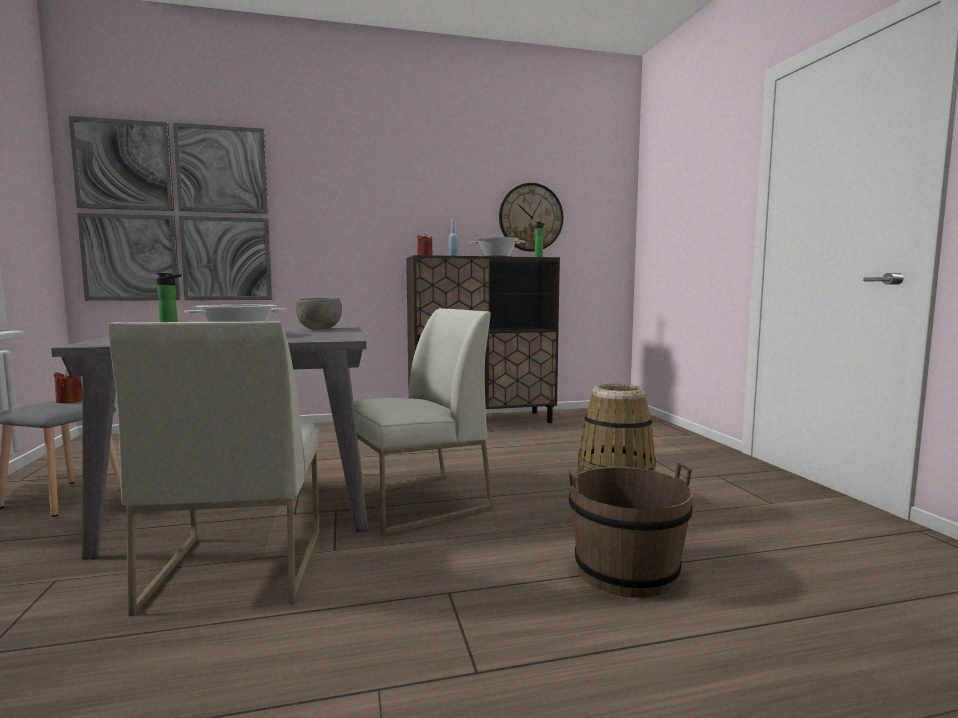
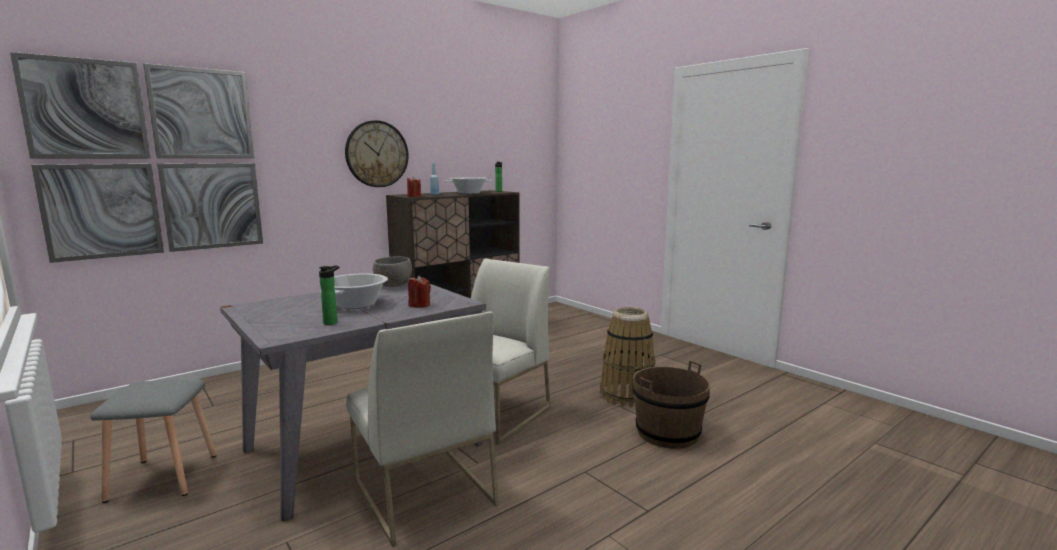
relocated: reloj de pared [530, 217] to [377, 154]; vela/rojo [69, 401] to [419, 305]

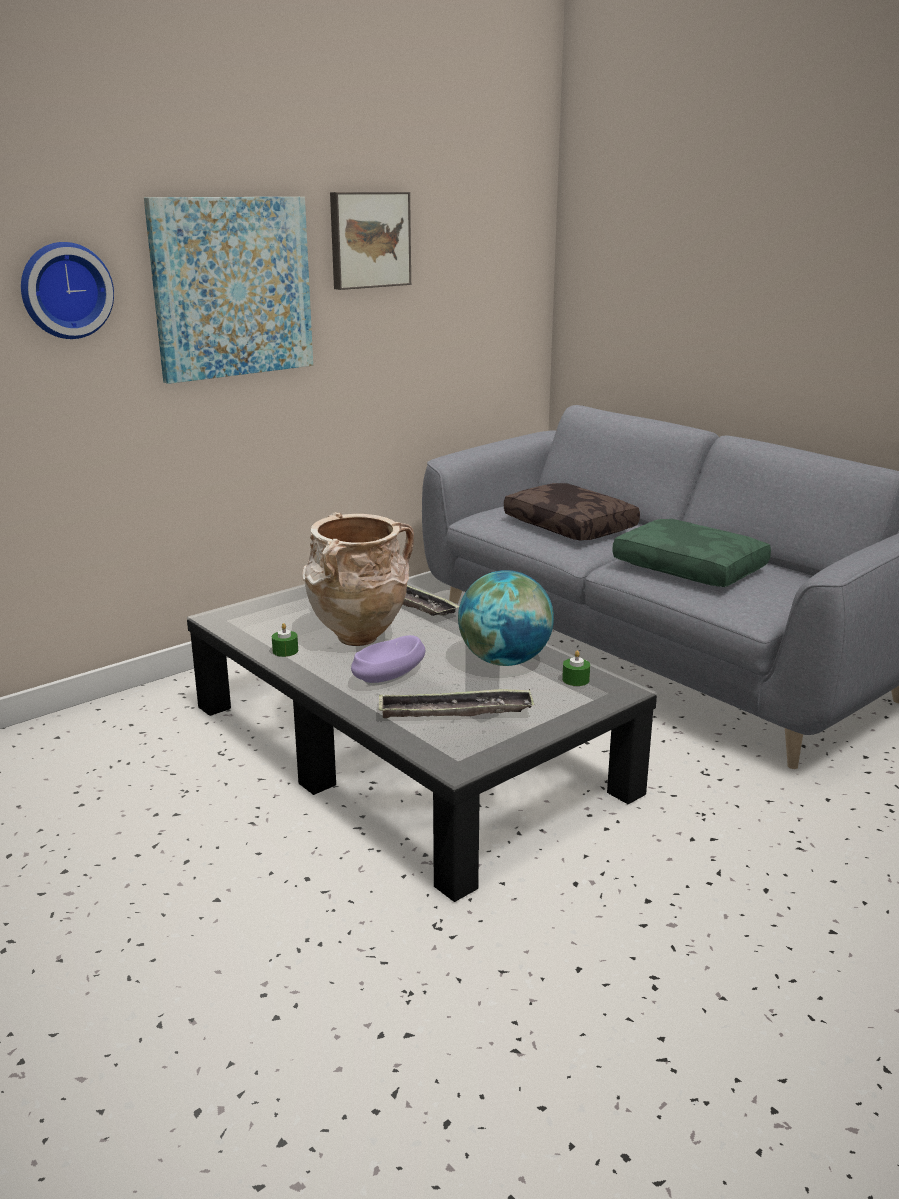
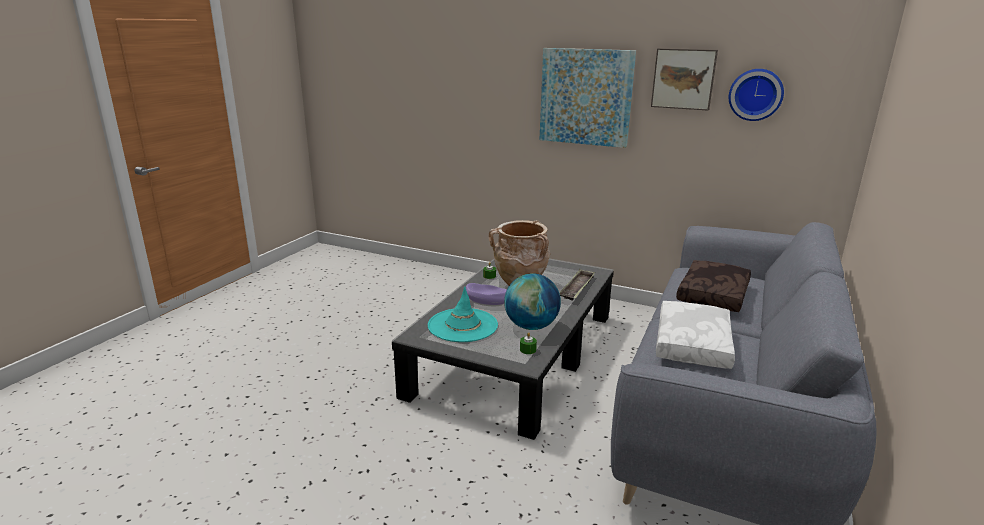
relocated: reloj de pared [65, 290] to [755, 94]
exchanged: bandeja [455, 711] to sombrero/turquesa [462, 325]
colour: cojín/verde [691, 568] to cojín/blanco [694, 345]

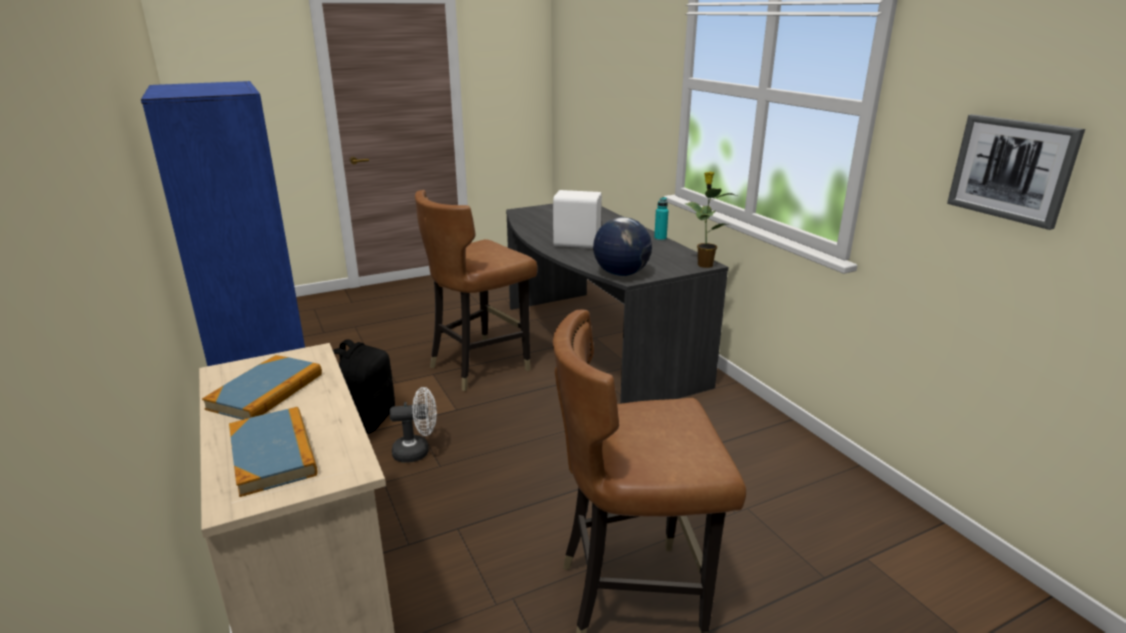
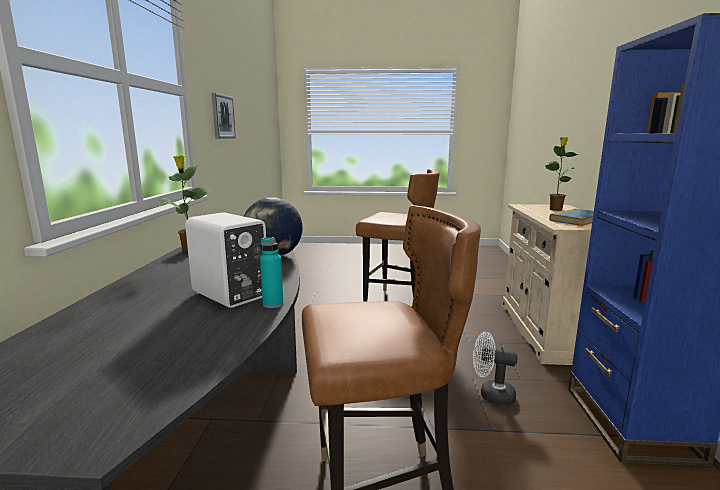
missing: mochila/negro [366, 420]
relocated: botella/turquesa [660, 239] to [273, 304]
exchanged: libro [273, 454] to planta en maceta [555, 209]

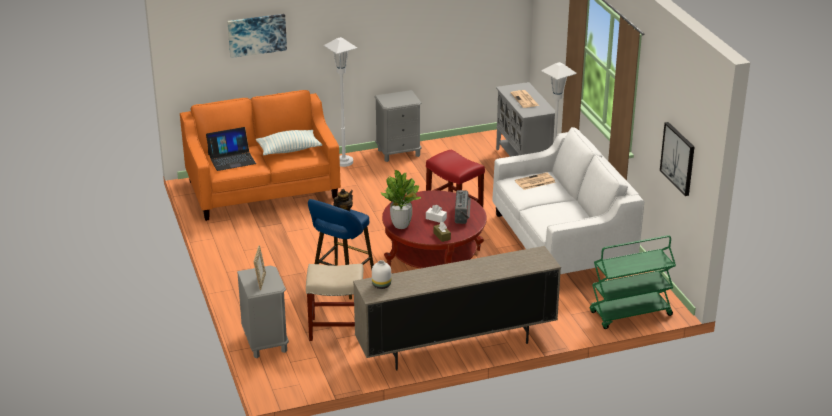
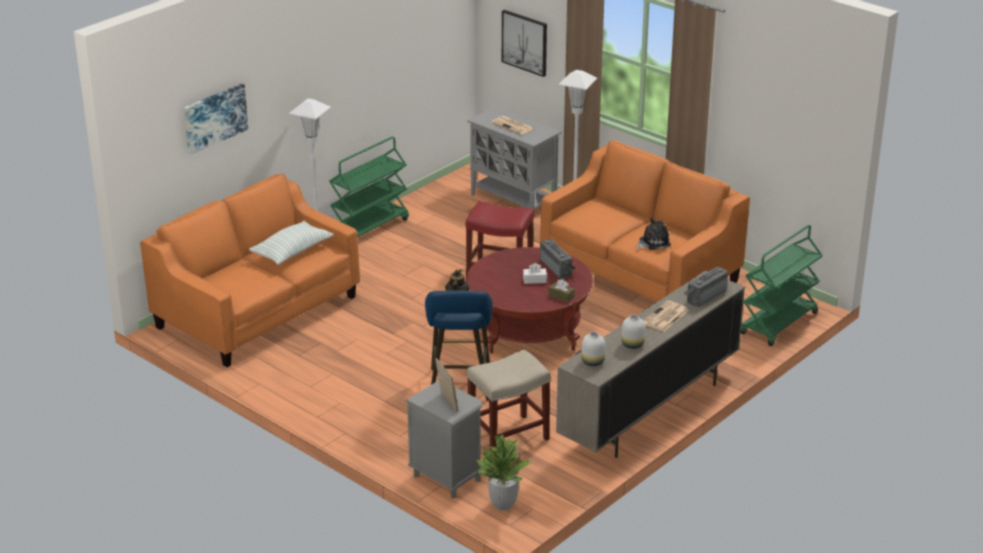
missing: portátil [231, 159]
appeared: florero/blanco [633, 344]; peluche [652, 242]; radio [704, 295]
relocated: planta en maceta [401, 225] to [503, 504]; cuadro [678, 158] to [525, 42]; periódico [534, 182] to [665, 317]
exchanged: mesita de noche/gris [399, 153] to carrito/verde [370, 227]
colour: sofá/blanco [562, 242] to sofá/naranja [640, 273]

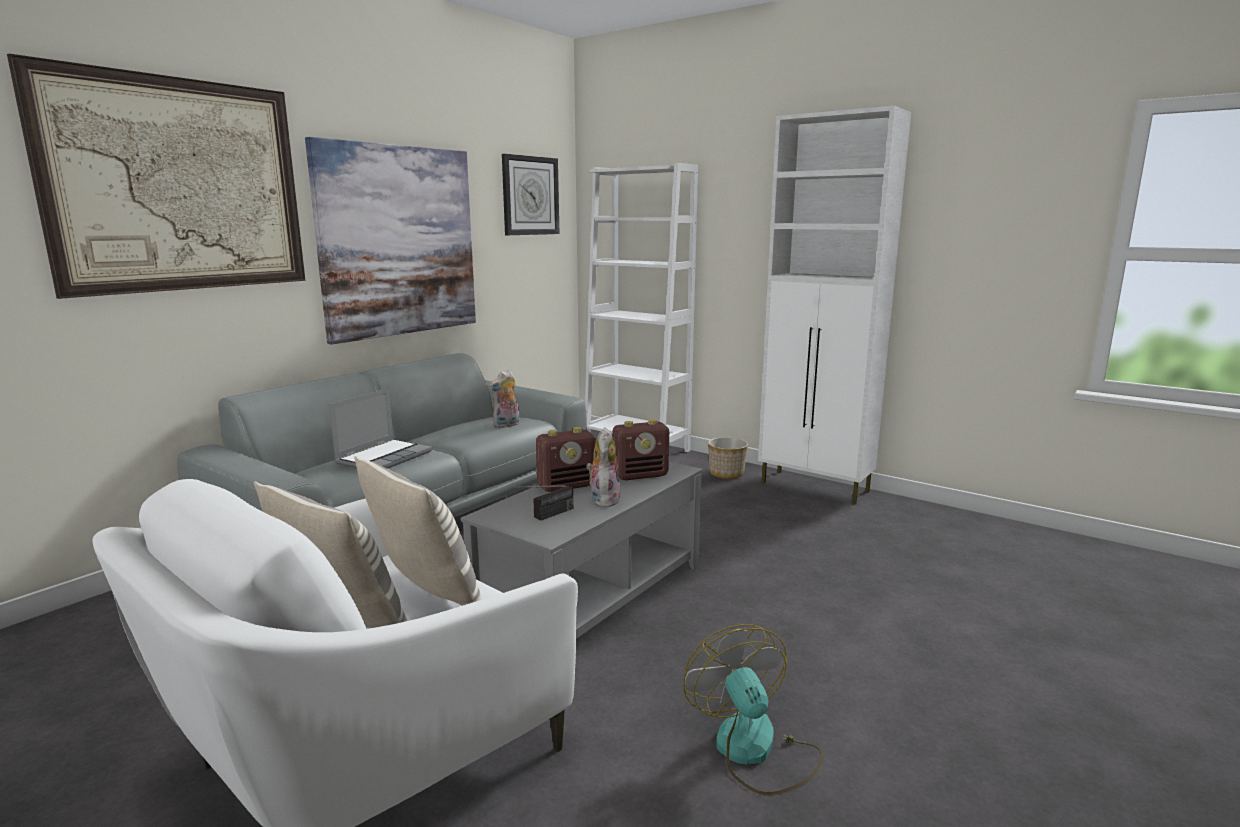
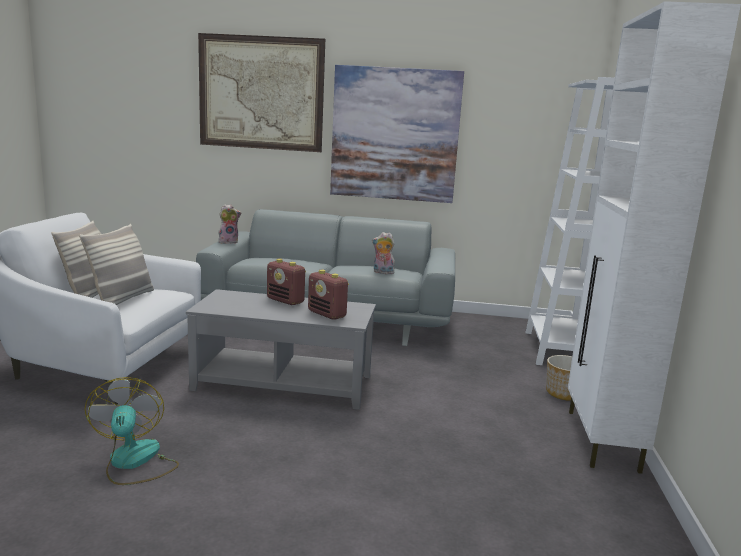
missing: portátil [384, 457]; reloj de pared [530, 196]; radio [545, 516]
relocated: peluche [603, 499] to [228, 242]
spun: ventilador [754, 751] = [134, 462] 60 degrees counterclockwise

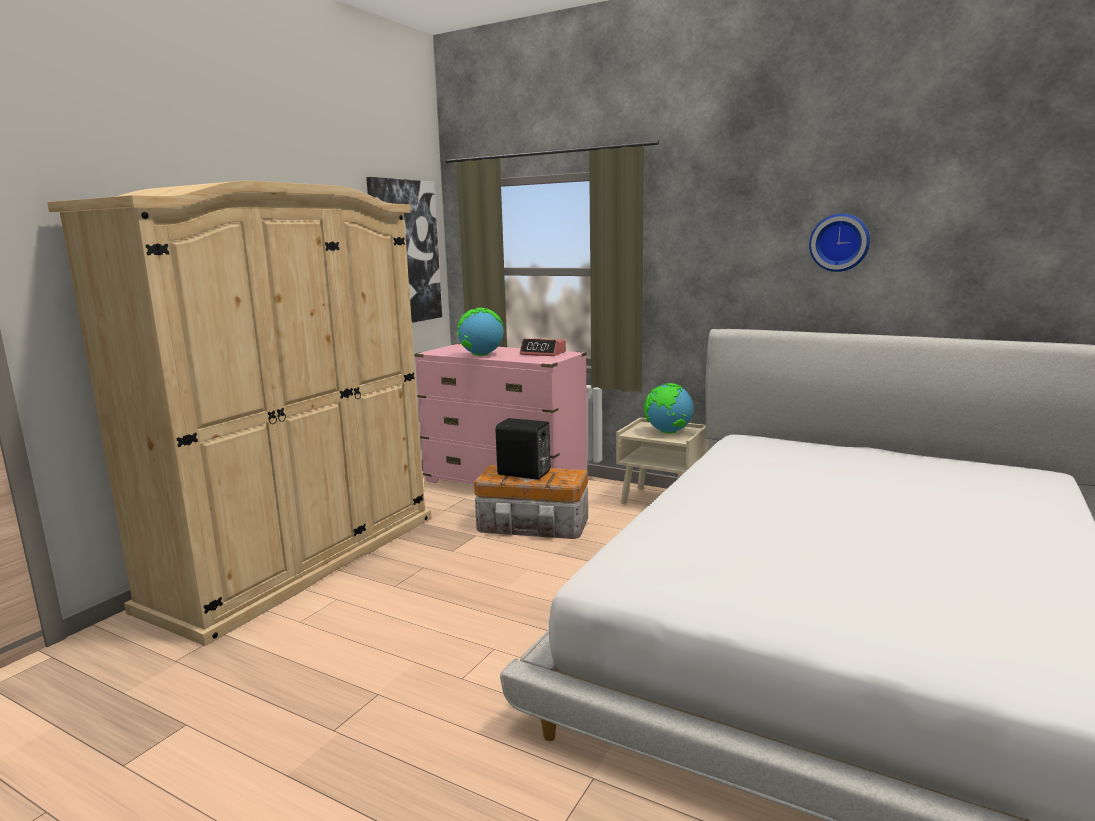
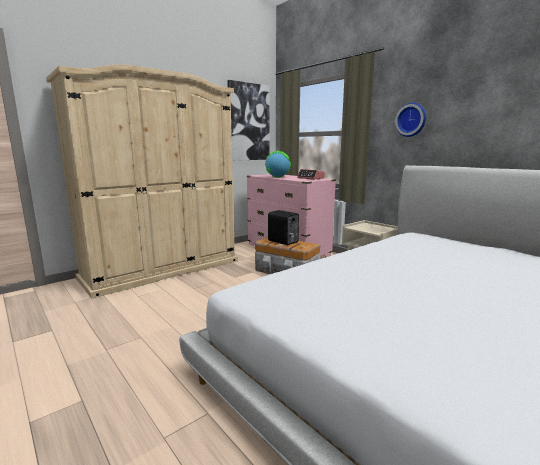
missing: globo terráqueo [668, 432]
relocated: reloj de pared [839, 242] to [411, 120]

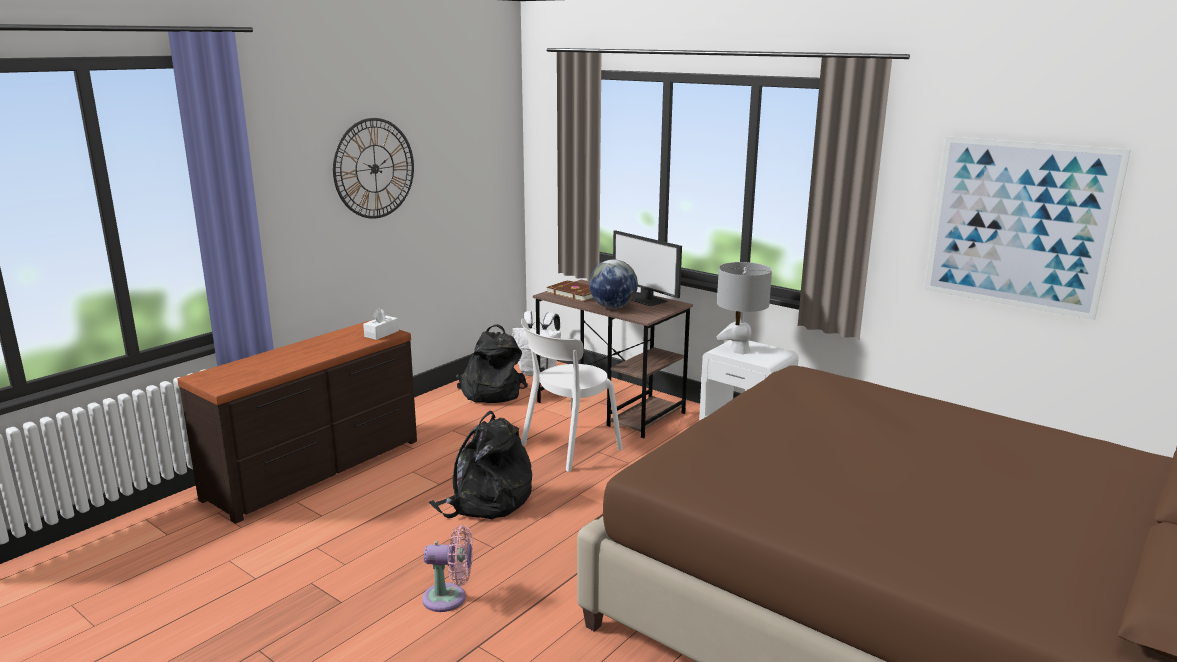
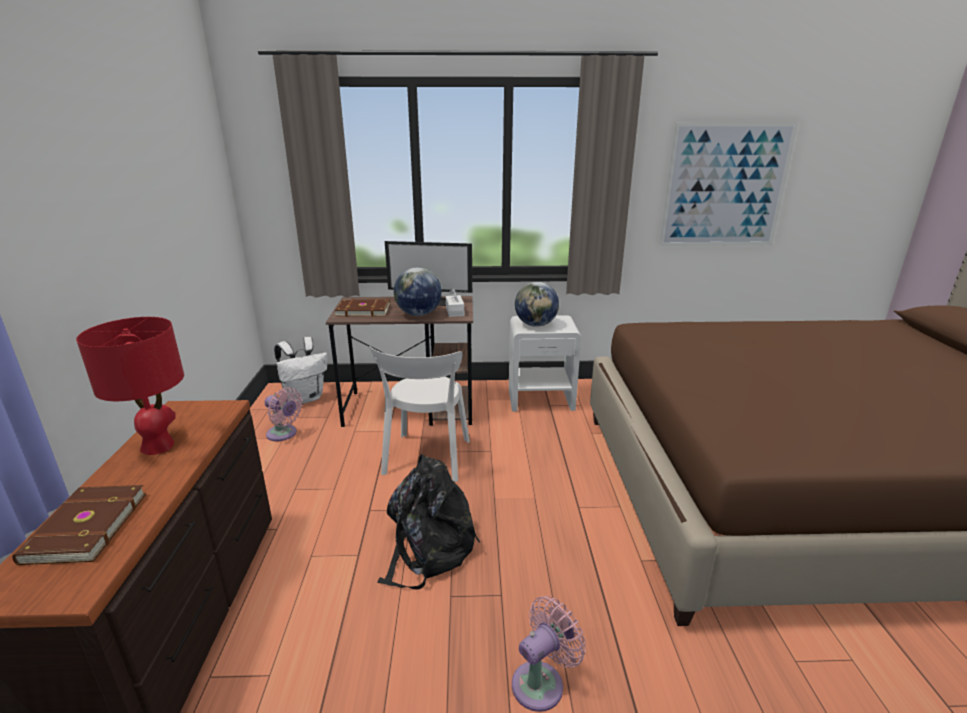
missing: reloj de pared [374, 168]
appeared: libro/marrón [84, 528]; lámpara de mesa/rojo [158, 446]
relocated: caja de pañuelos/blanco [381, 334] to [455, 311]
exchanged: mochila/negro [490, 392] to ventilador/rosa [284, 434]; lámpara de mesa/gris [739, 350] to globo terráqueo [536, 325]

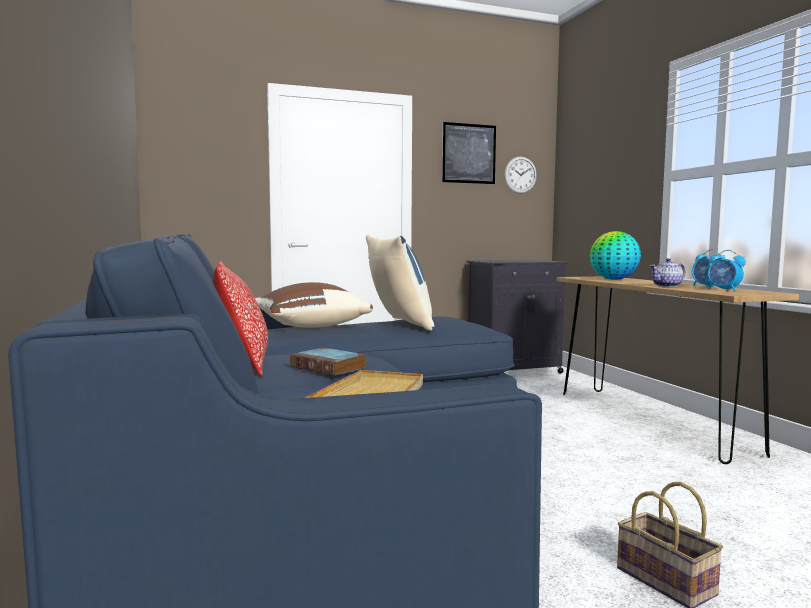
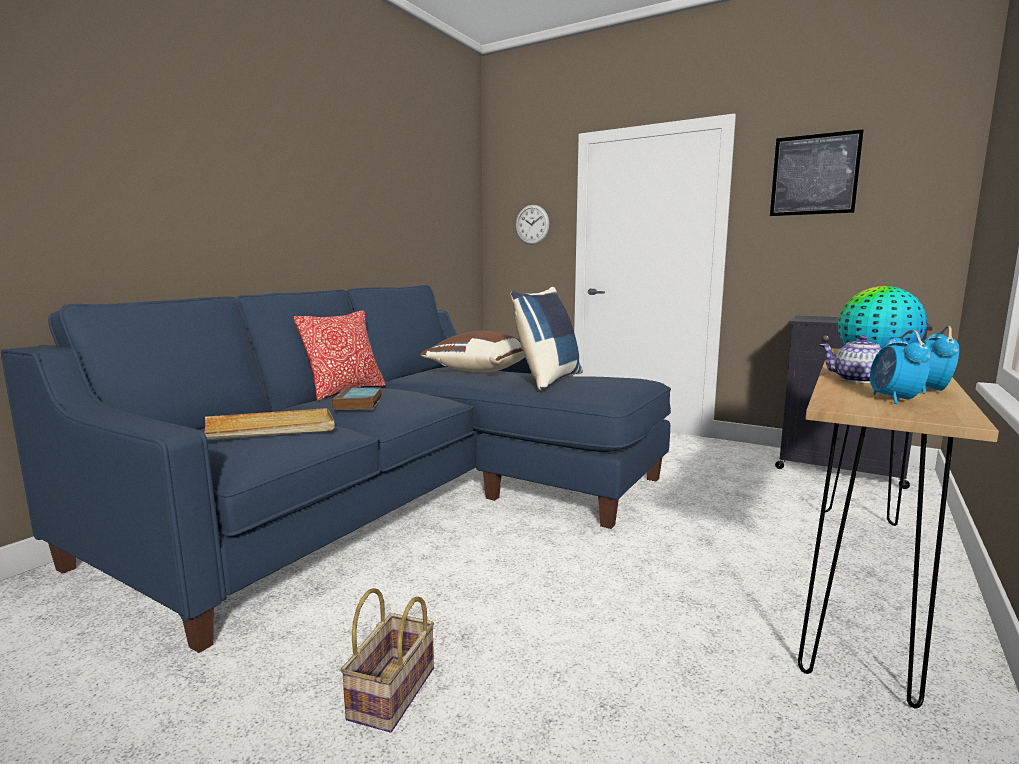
relocated: reloj de pared [520, 175] to [532, 224]

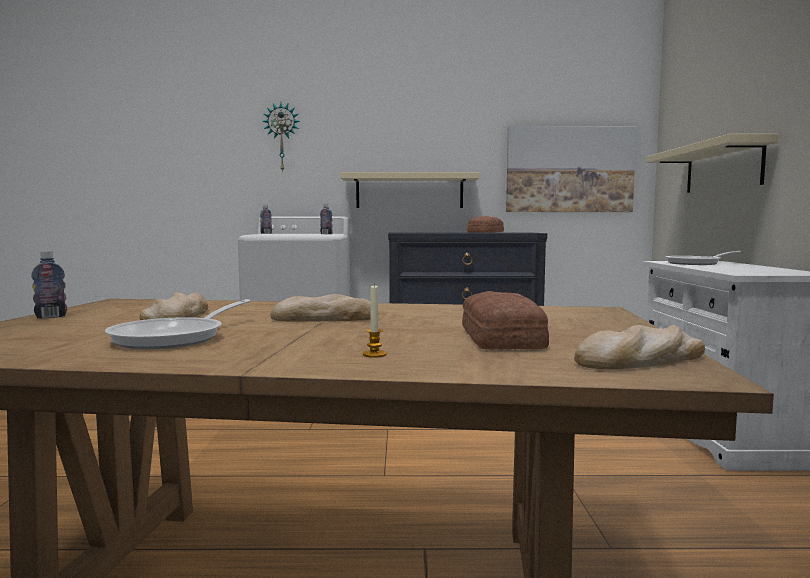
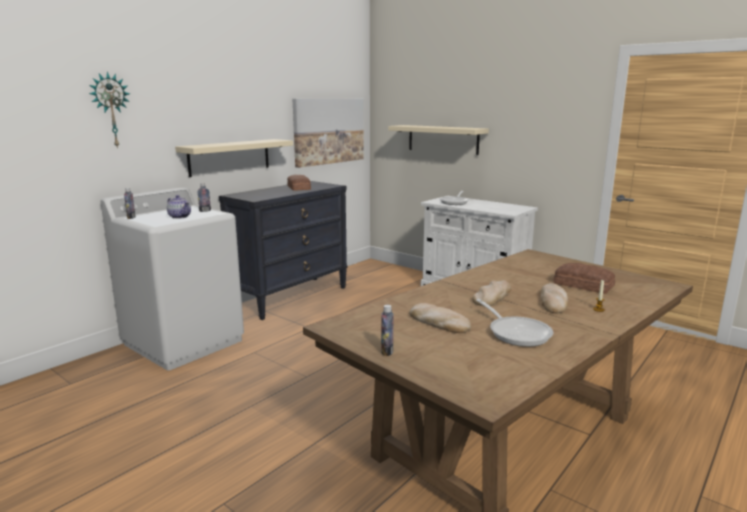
appeared: tetera [179, 217]
relocated: pan [640, 359] to [553, 302]

